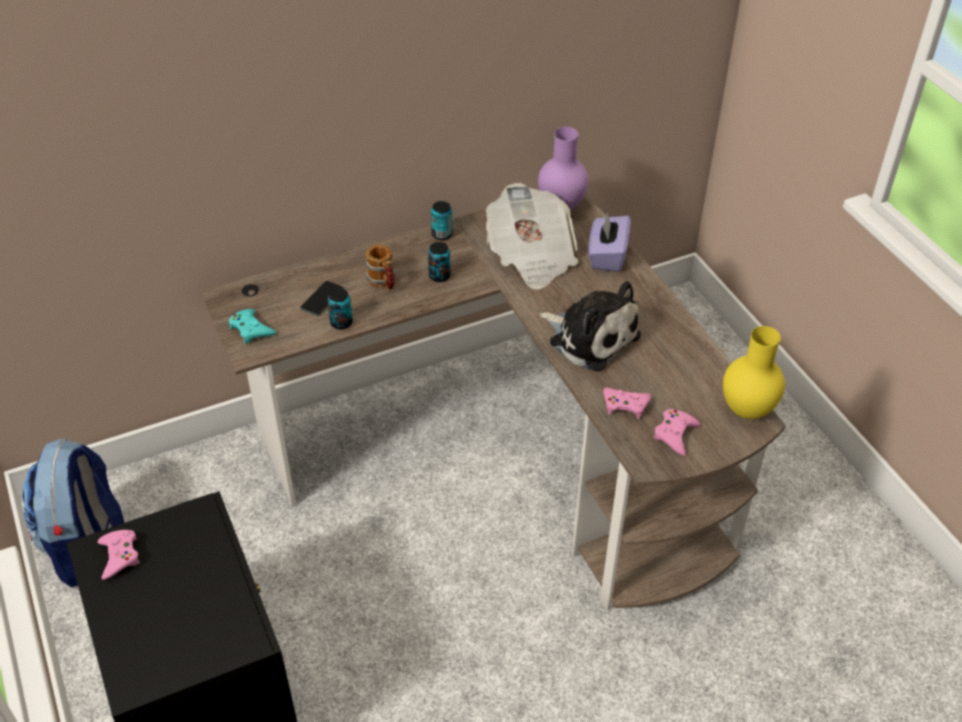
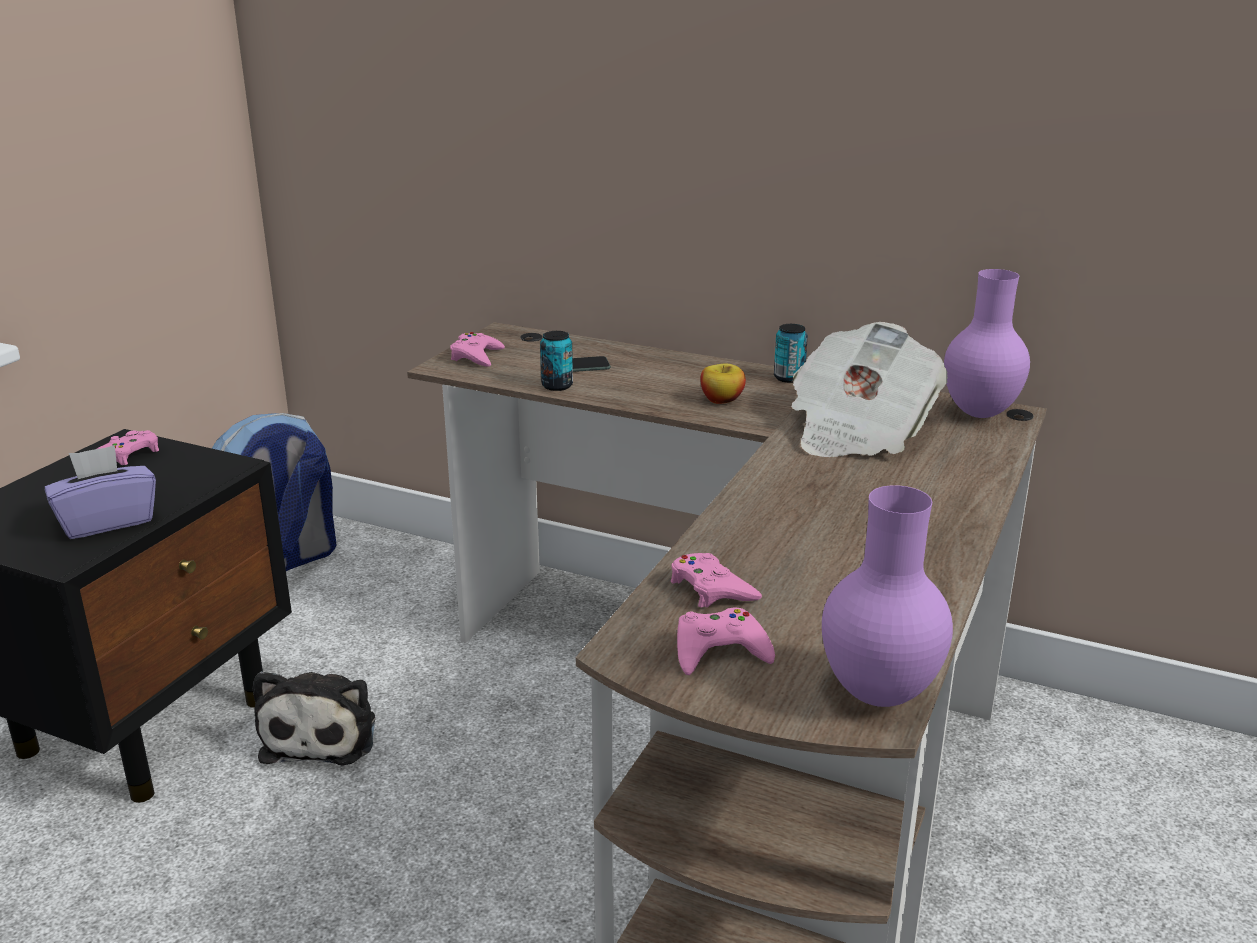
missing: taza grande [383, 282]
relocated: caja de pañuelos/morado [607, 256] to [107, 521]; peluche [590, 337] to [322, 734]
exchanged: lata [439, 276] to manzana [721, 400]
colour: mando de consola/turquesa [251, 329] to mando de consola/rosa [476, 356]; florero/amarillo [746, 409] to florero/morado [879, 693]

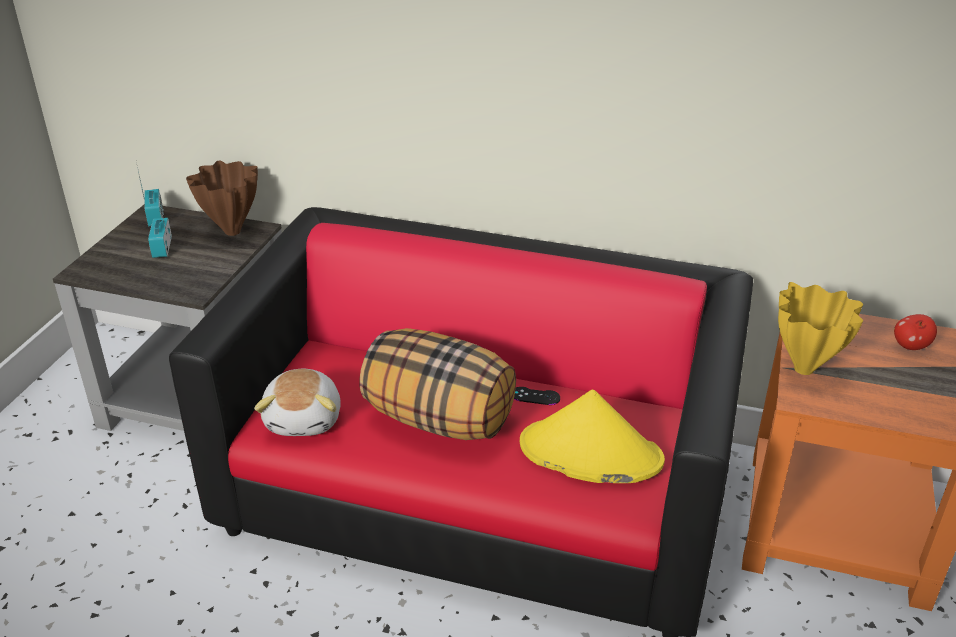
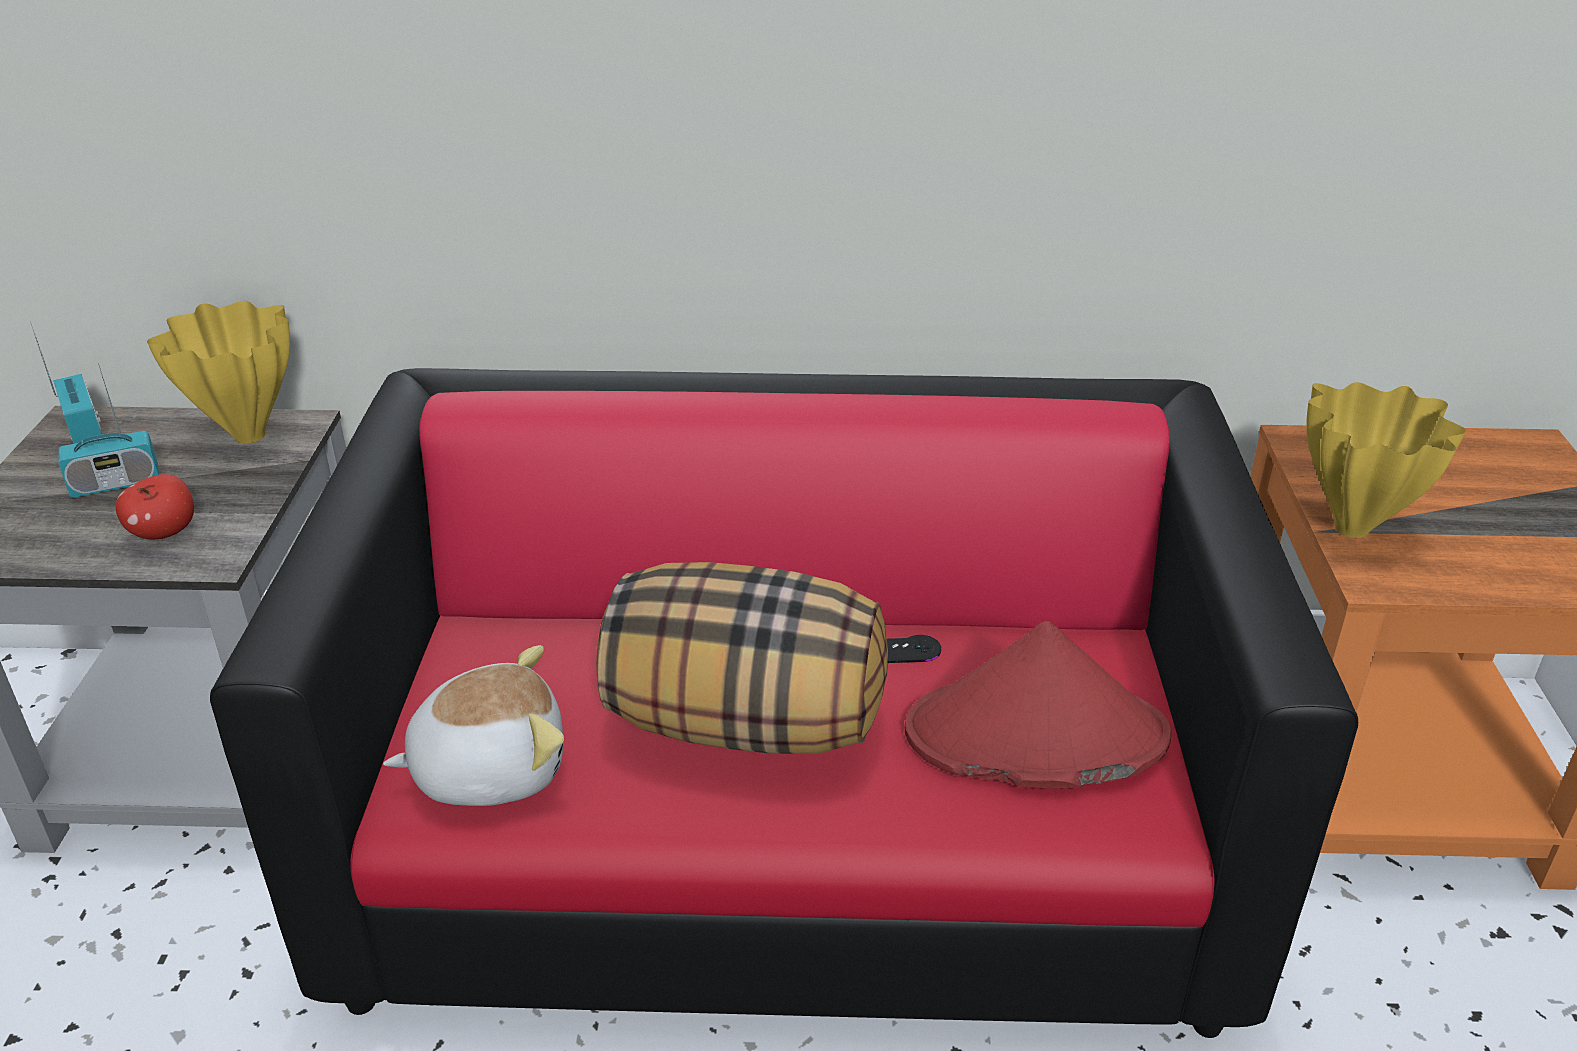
relocated: manzana [910, 346] to [164, 532]
colour: florero/marrón [232, 231] to florero/amarillo [249, 434]; sombrero/amarillo [589, 453] to sombrero/rojo [1035, 736]
spun: radio [162, 247] = [115, 483] 90 degrees counterclockwise; peluche [305, 419] = [489, 767] 90 degrees counterclockwise

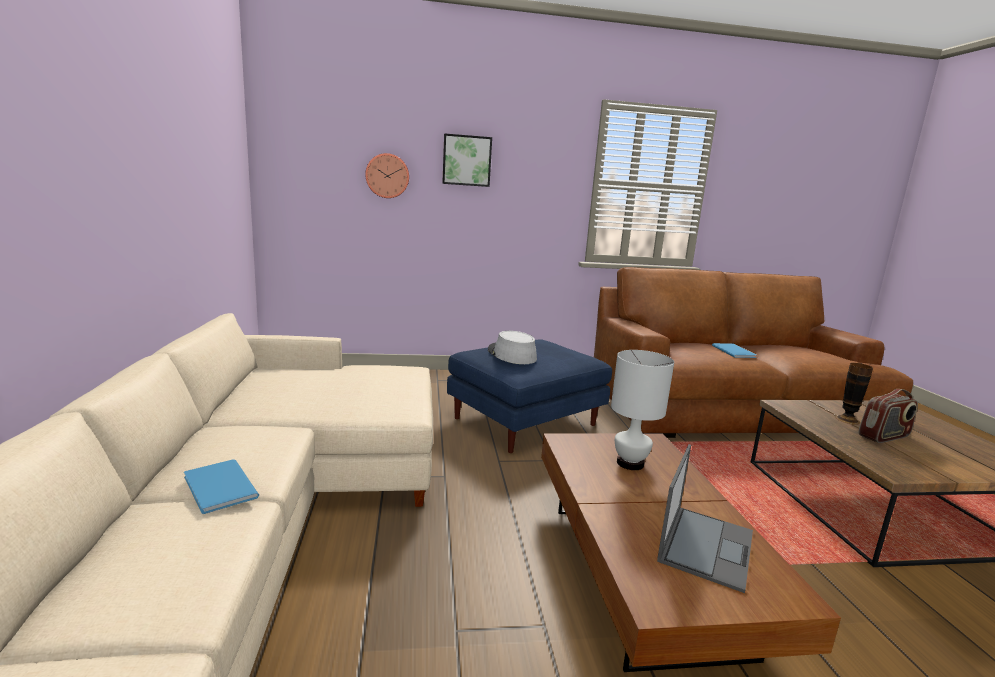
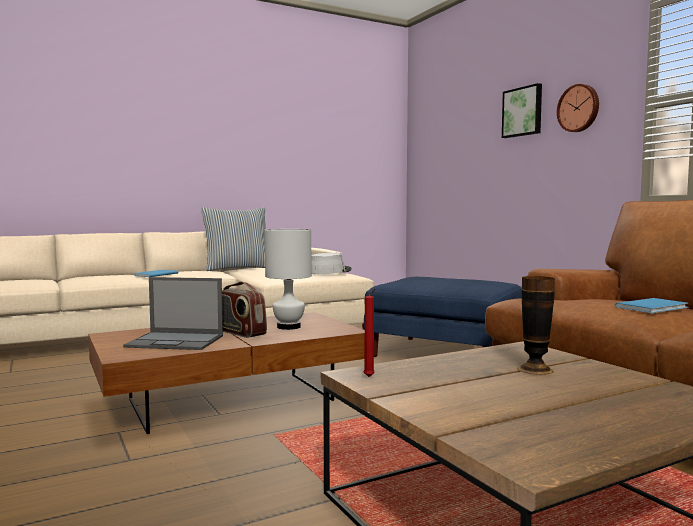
appeared: cojín [237, 269]; vela/rojo [370, 377]
relocated: radio [884, 436] to [241, 333]; sombrero/gris [511, 355] to [329, 271]; reloj de pared [387, 176] to [579, 108]

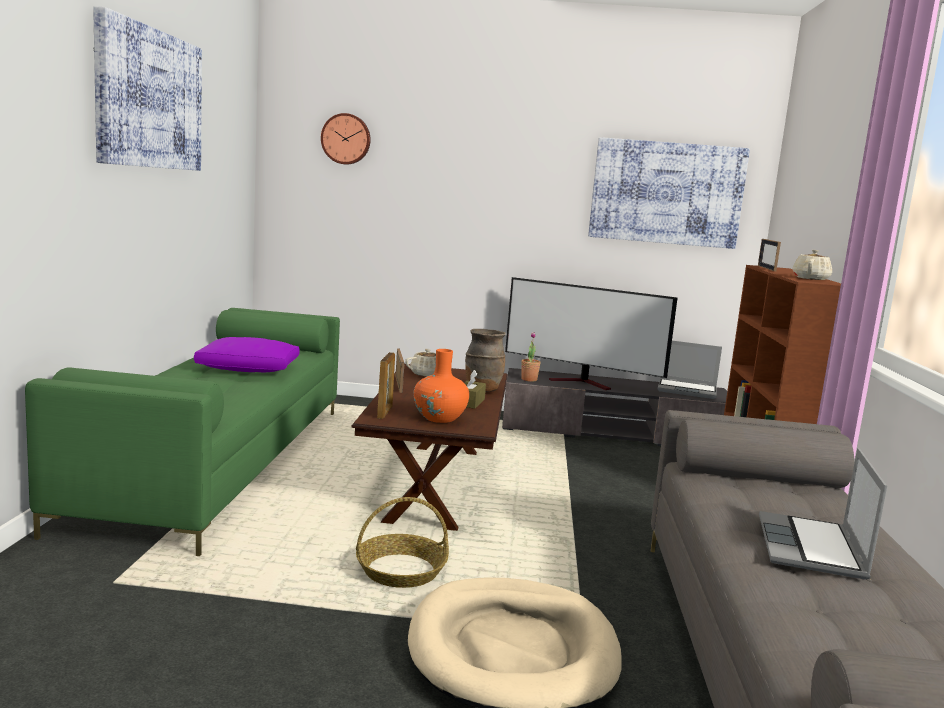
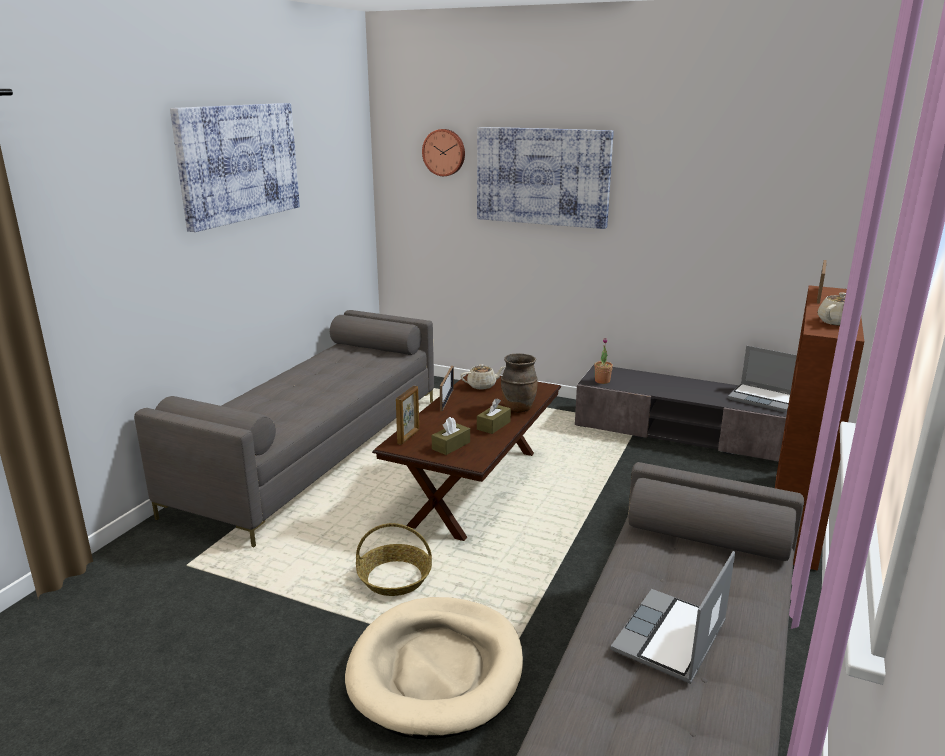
missing: cojín/morado [249, 369]; televisor [583, 383]
relocated: cuadro [666, 193] to [543, 176]
exchanged: florero/naranja [439, 418] to caja de pañuelos/marrón [451, 446]
colour: sofá/verde [218, 462] to sofá/gris [314, 451]

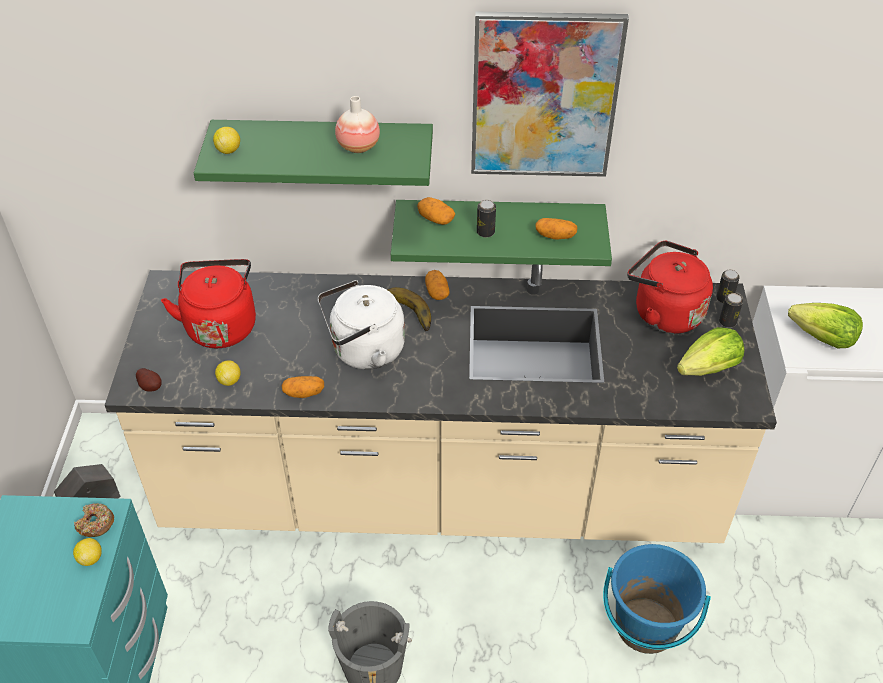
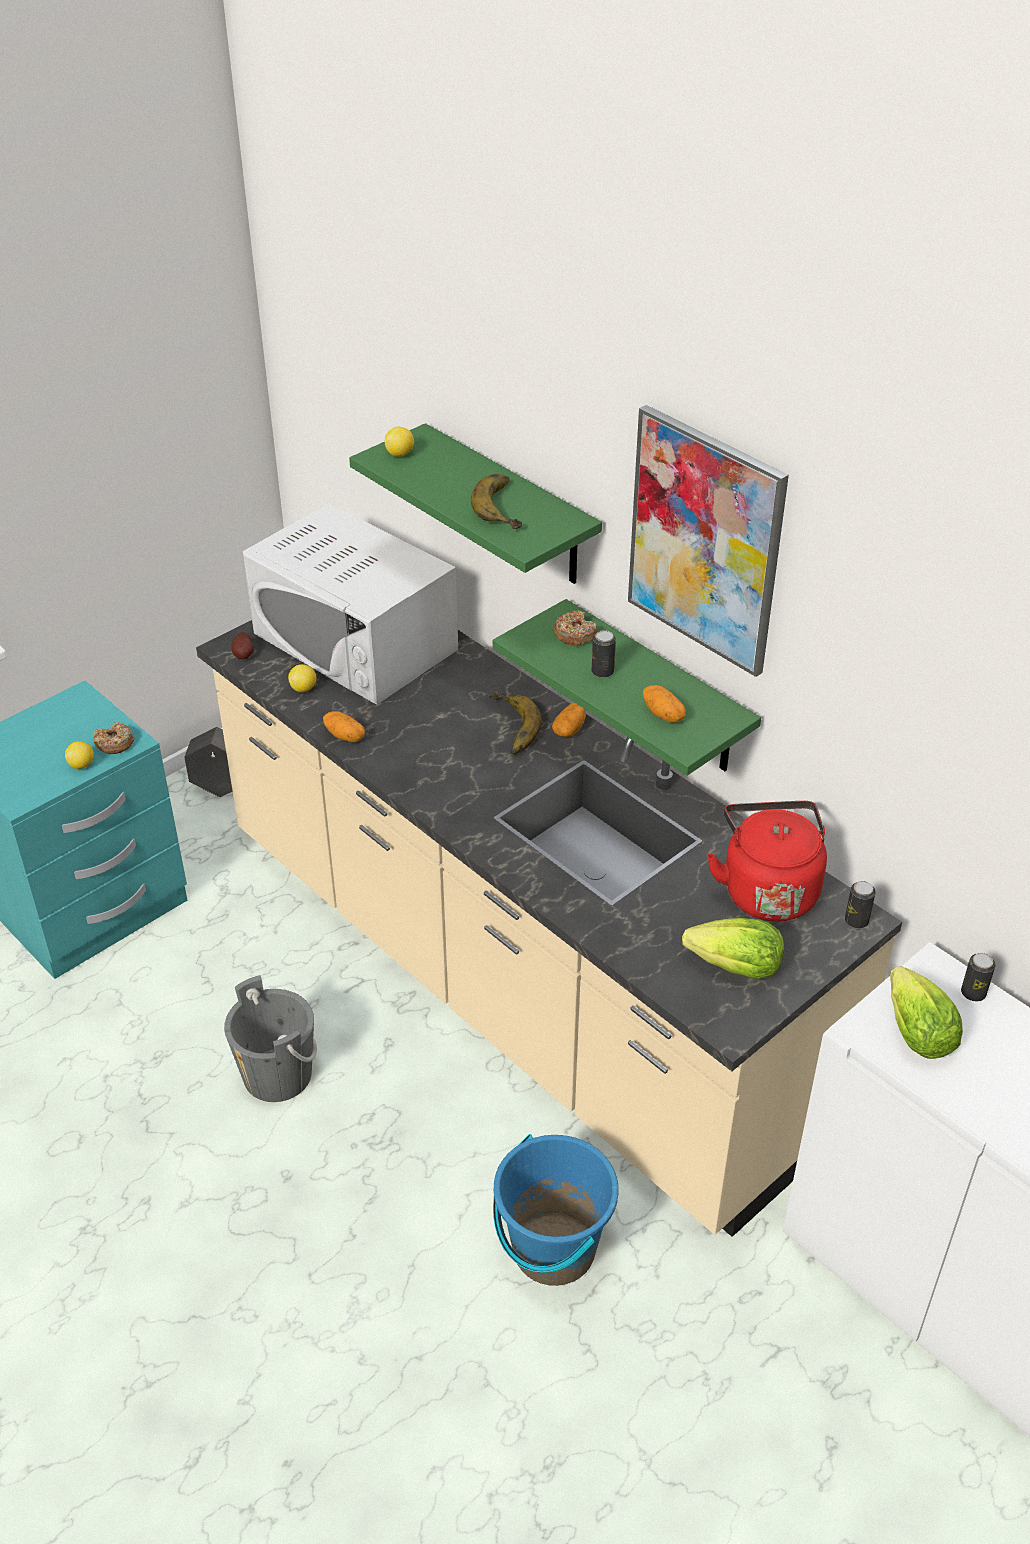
missing: hervidor/blanco [364, 351]
relocated: lata [727, 322] to [973, 993]
exchanged: hervidor/rojo [221, 324] to microondas/blanco [355, 641]; florero [358, 147] to plátano [506, 506]; patata [435, 219] to rosquilla [574, 634]

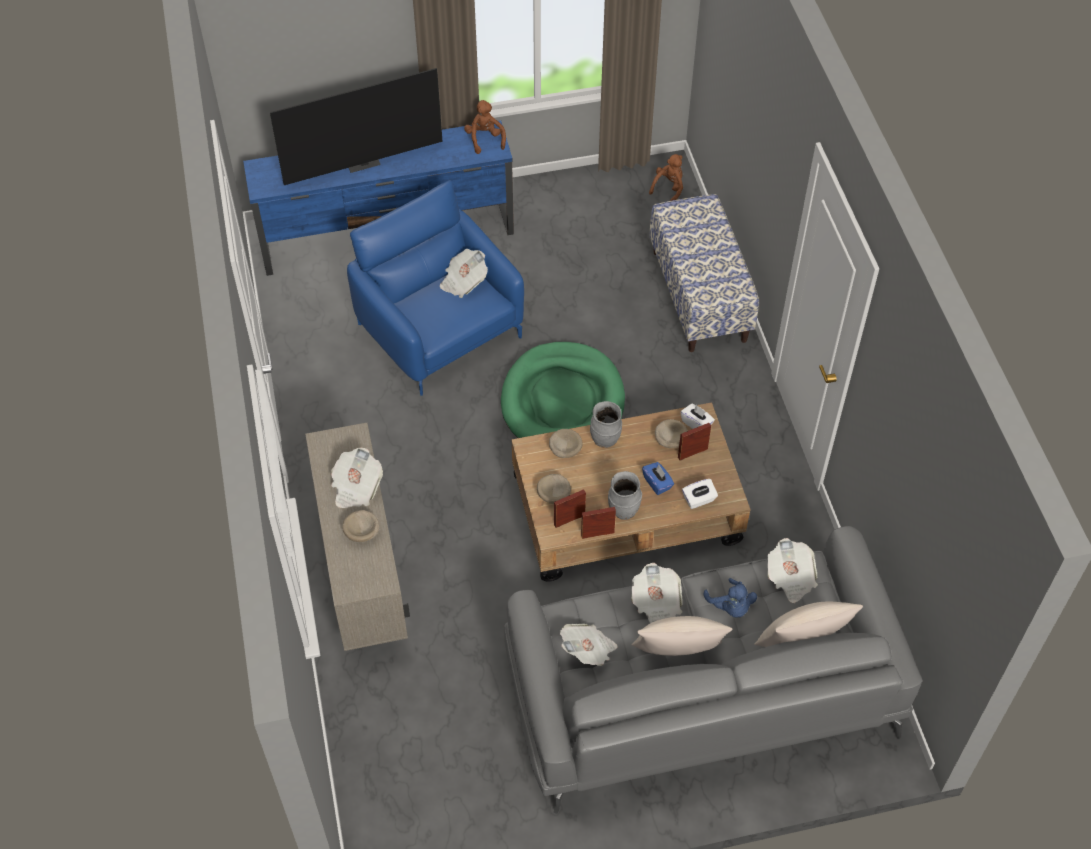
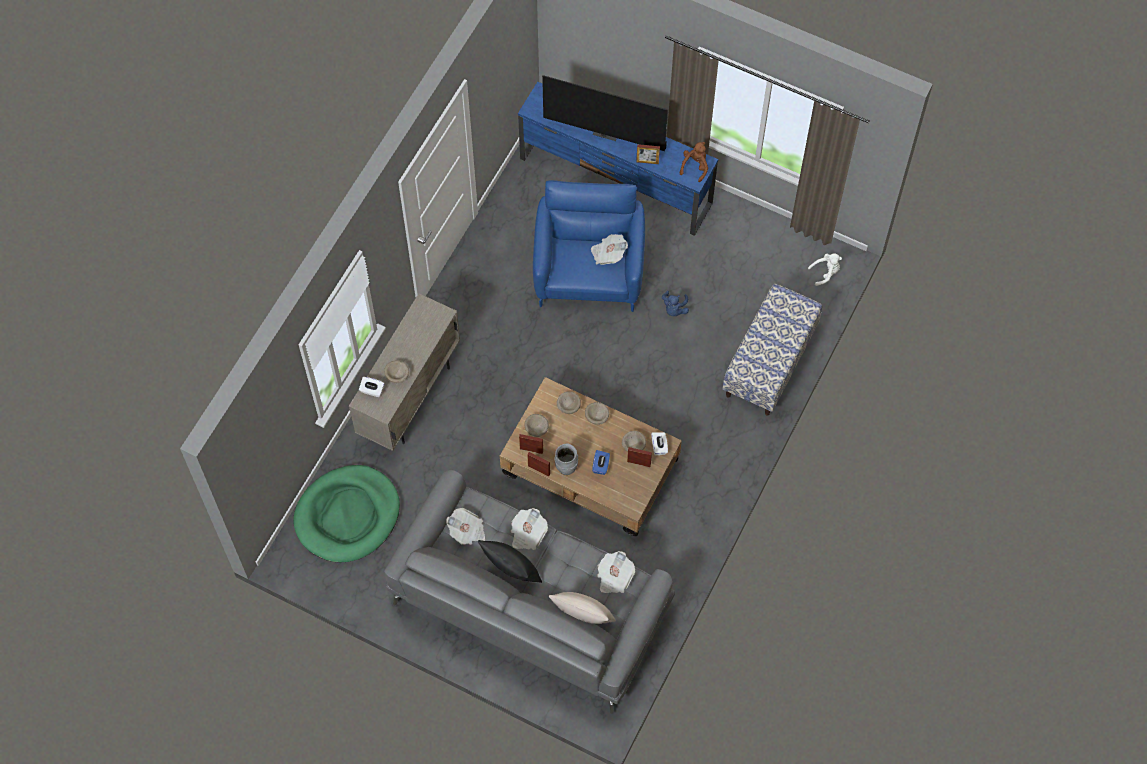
missing: periódico [356, 488]
appeared: portarretratos [647, 162]
relocated: cama para perro/verde [562, 401] to [347, 515]; caja de pañuelos/blanco [699, 500] to [372, 390]; peluche/azul [730, 606] to [674, 309]
exchanged: florero/gris [605, 440] to cuenco/beis [597, 417]
colour: cojín/beis [677, 656] to cojín/negro [511, 571]; peluche/marrón [668, 188] to peluche/blanco [825, 272]

